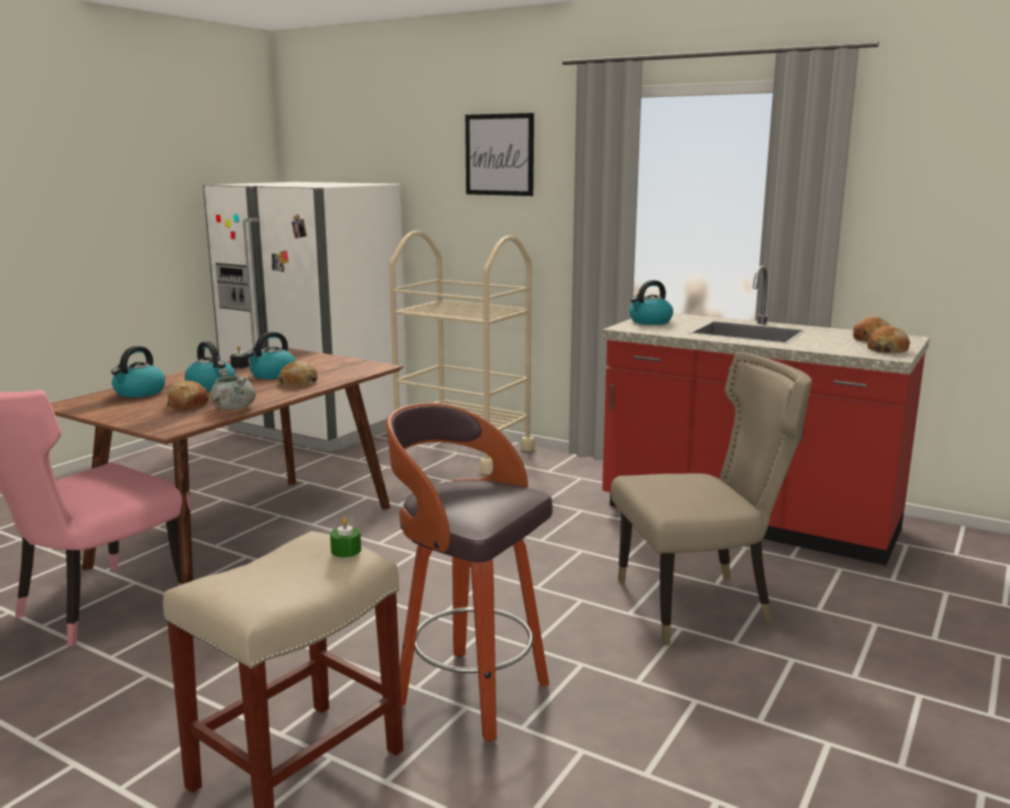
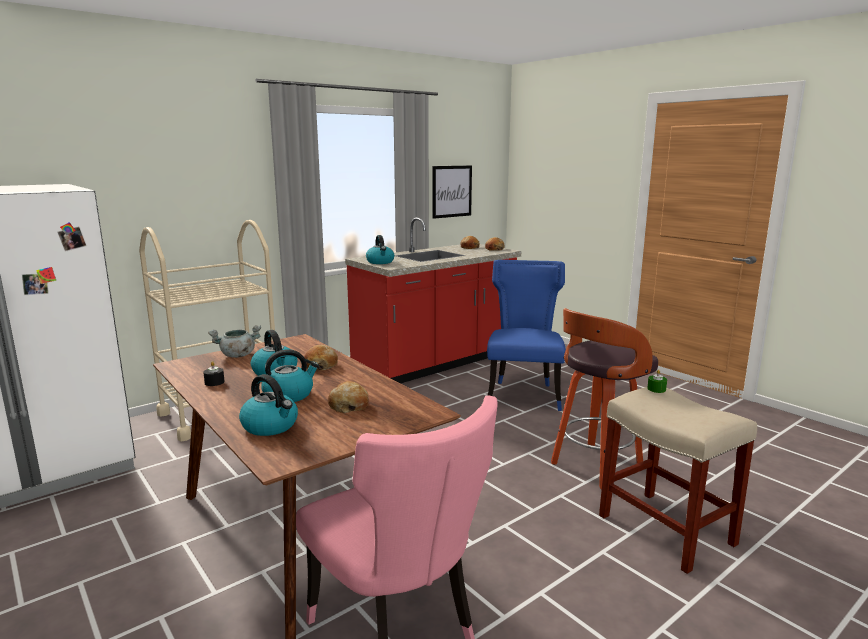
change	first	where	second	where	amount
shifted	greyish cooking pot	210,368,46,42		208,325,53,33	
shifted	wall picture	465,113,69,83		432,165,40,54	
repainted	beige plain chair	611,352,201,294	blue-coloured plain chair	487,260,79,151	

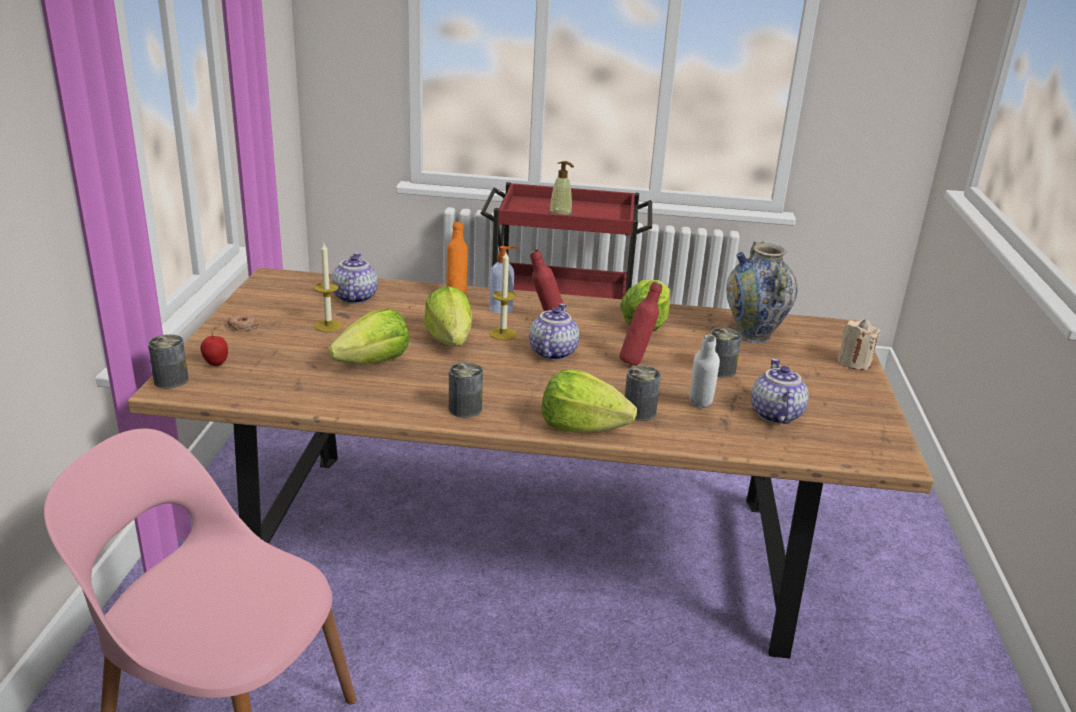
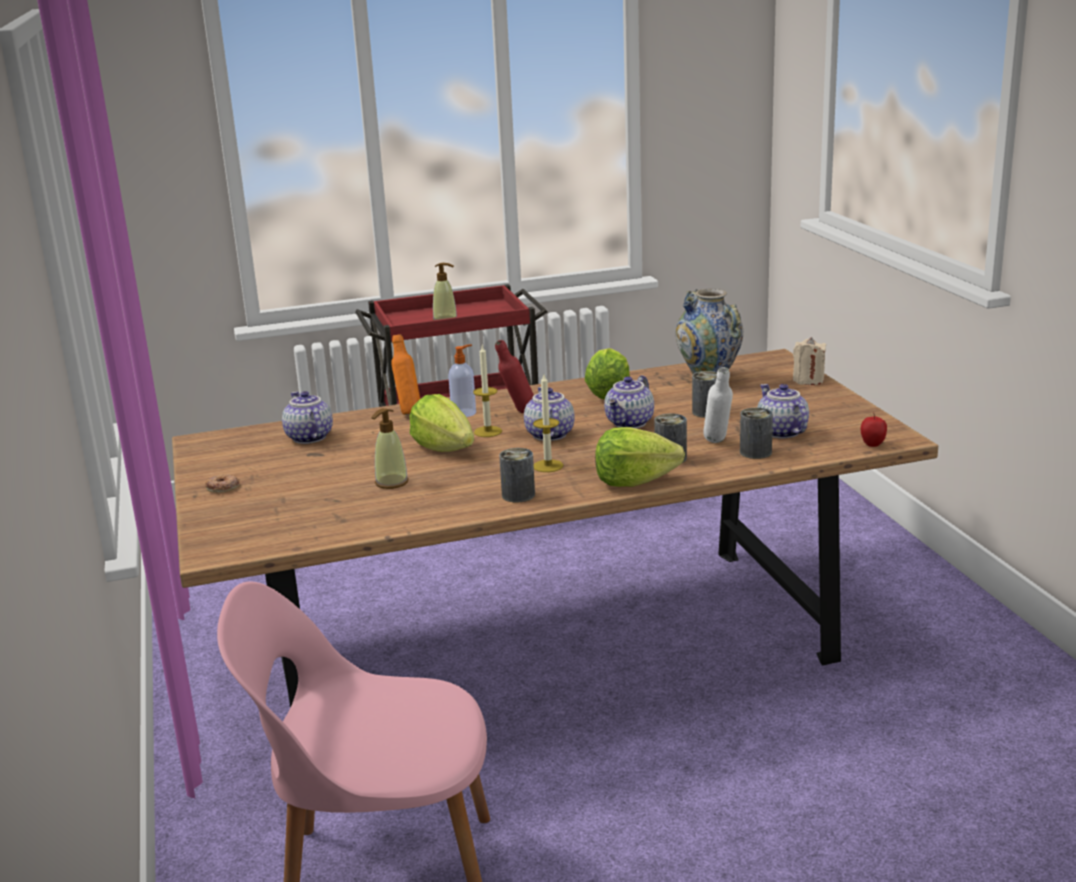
change	first	where	second	where	amount
shifted	metal can	148,334,40,55		740,408,33,51	
shifted	whole apple	200,332,28,34		861,412,26,35	
shifted	wax candle	314,243,29,89		533,374,30,98	
swapped	lettuce	328,309,81,55	soap dispenser	371,408,38,81	
swapped	reddish beverage bottle	619,282,43,84	pot for tea	604,375,50,53	

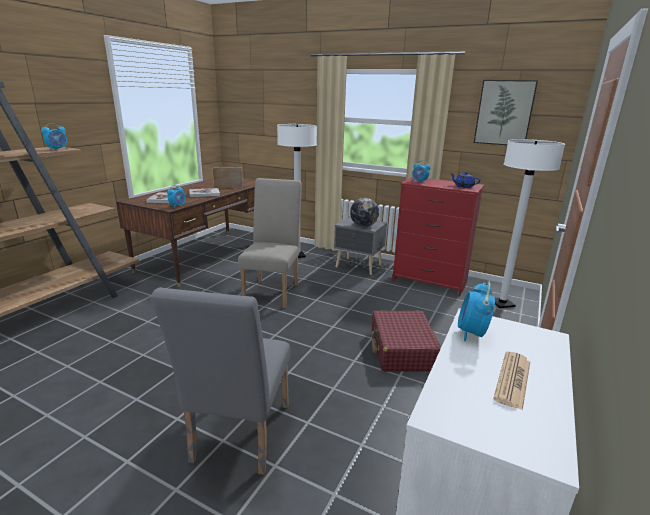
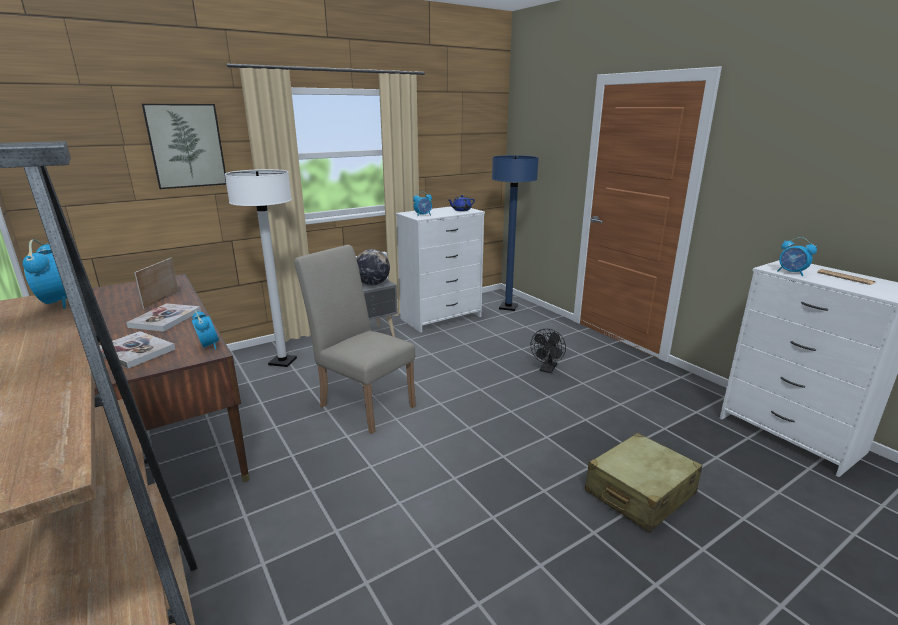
change	first	where	second	where	amount
shifted	wall picture	474,80,64,65		142,104,84,85	
swapped	greyish plain chair	151,287,139,188	beige travel case	585,433,117,99	
swapped	reddish travel case	372,310,69,62	black fan	531,329,35,44	
repainted	reddish dresser	392,177,92,119	whitish dresser	396,207,89,126	
repainted	whitish standing lamp	495,139,70,169	blue-coloured standing lamp	492,155,47,156	

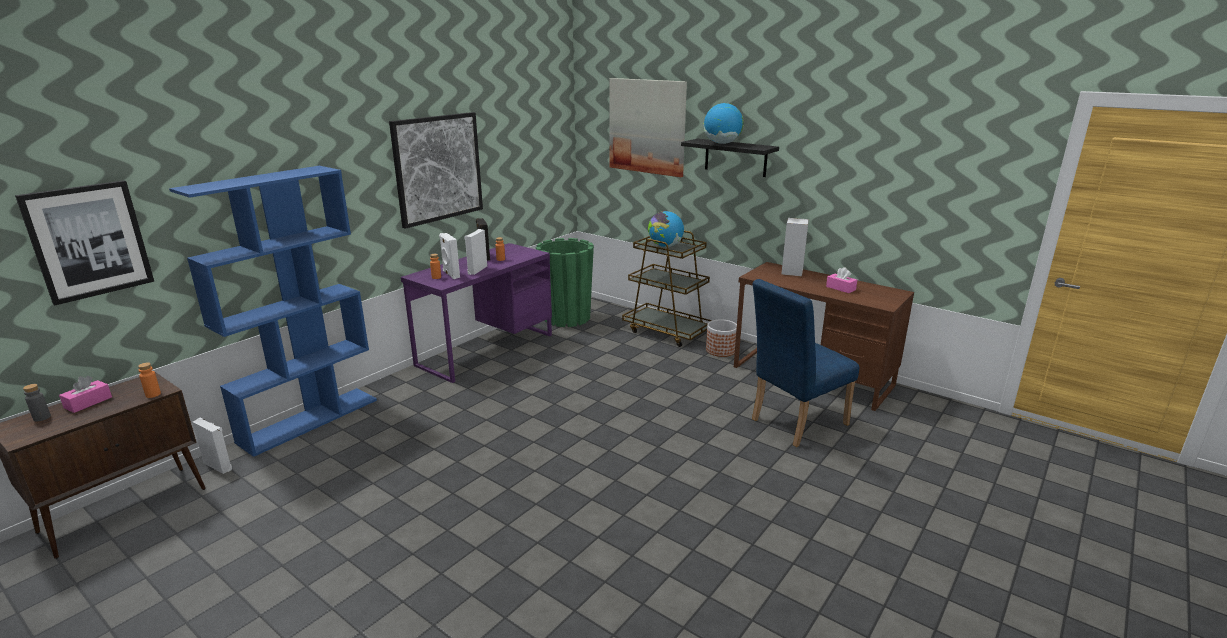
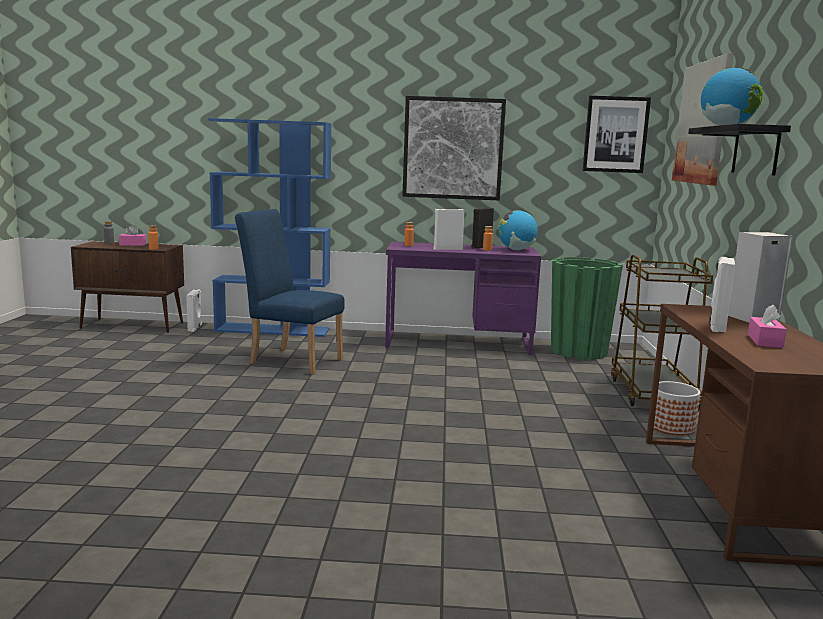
change	first	where	second	where	amount
shifted	wall picture	15,180,139,125		582,96,69,77	
shifted	whitish audio speaker	439,233,21,46		709,257,26,76	
shifted	desk globe	648,211,36,36		498,210,40,40	
shifted	blue-coloured plain chair	752,279,108,168		235,209,110,166	

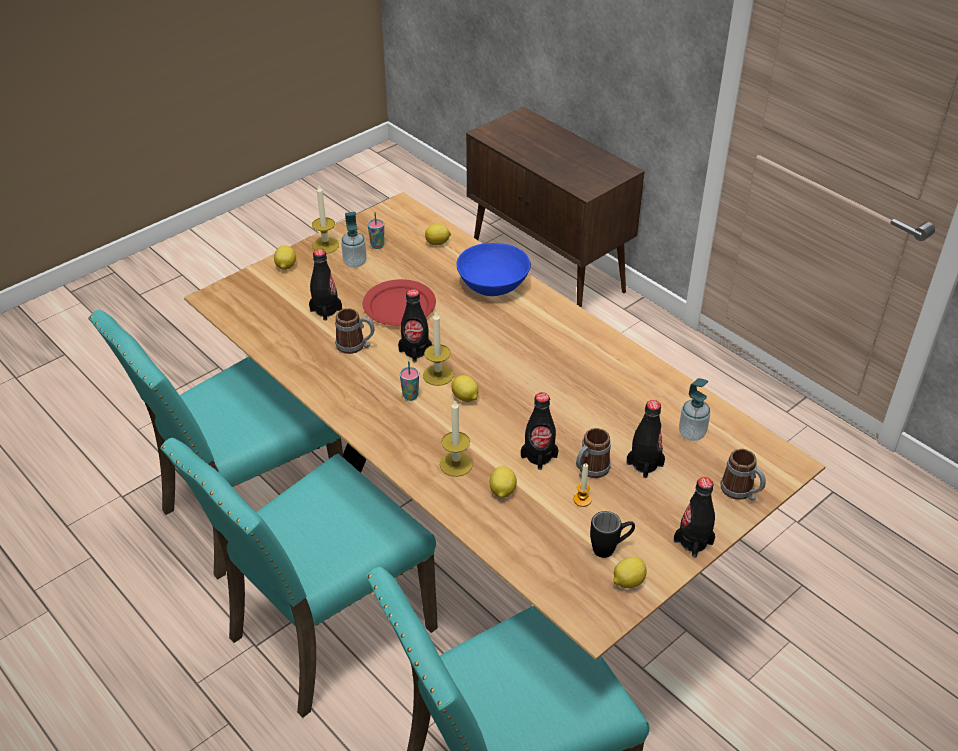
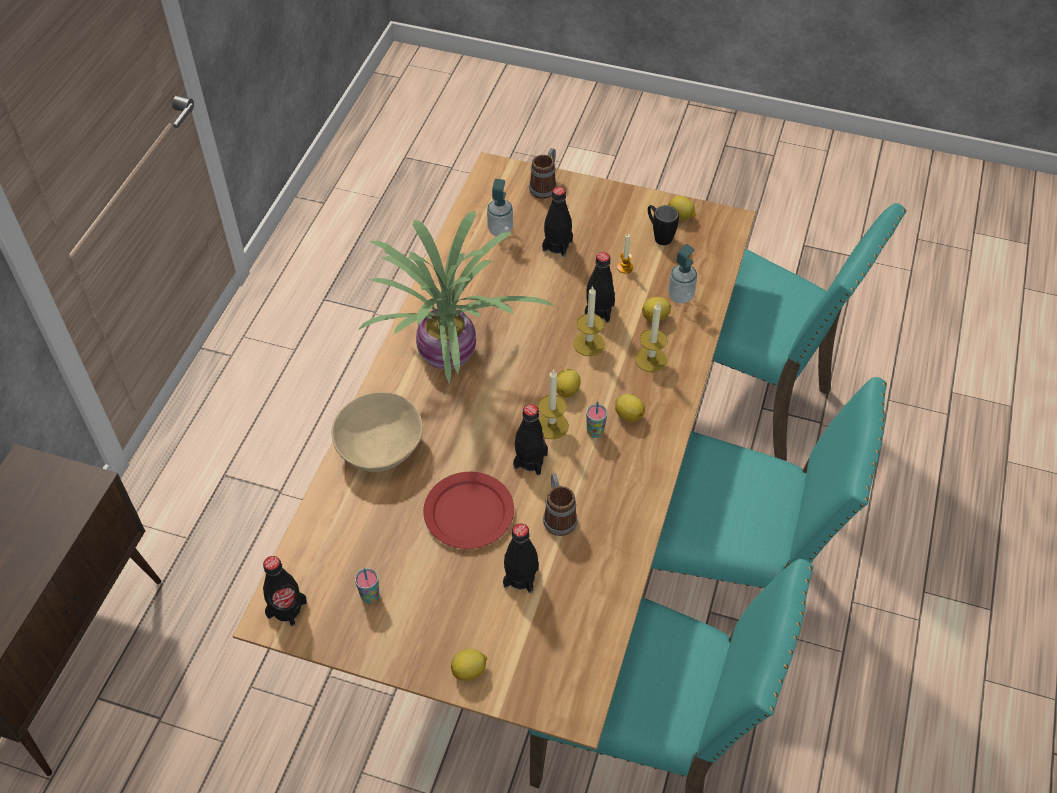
change	first	where	second	where	amount
gone	coffee mug	576,428,35,50			
new			houseplant	358,210,198,175	
shifted	wax candle	312,185,27,69		573,286,32,70	
shifted	soap dispenser	341,212,26,56		668,244,30,60	
shifted	citrus fruit	425,224,26,21		615,394,30,28	
shifted	black beverage bottle	674,477,41,81		263,556,44,71	
repainted	blue-coloured serving bowl	456,243,75,53	beige serving bowl	332,392,91,80	

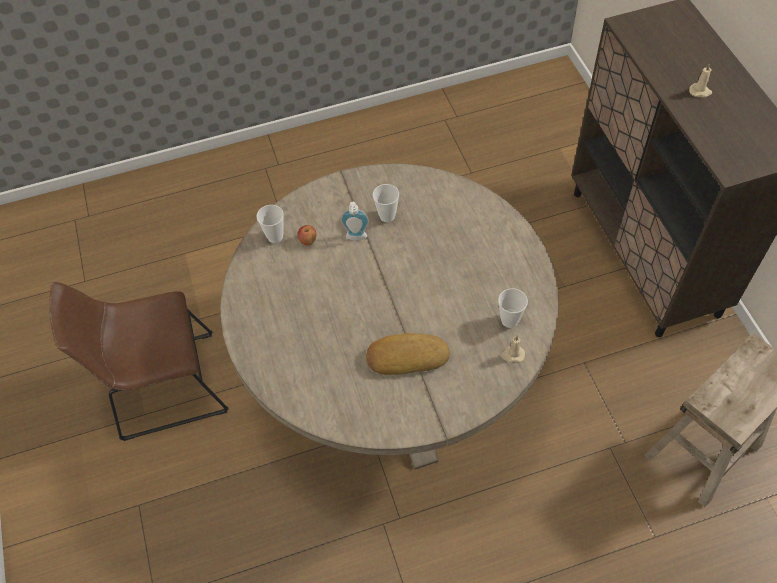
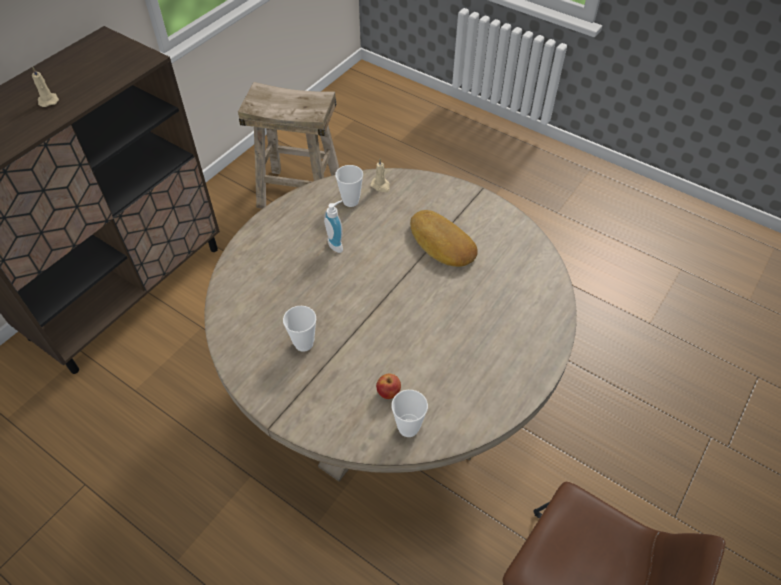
change	first	where	second	where	amount
shifted	soap dispenser	341,202,28,39		324,200,19,53	

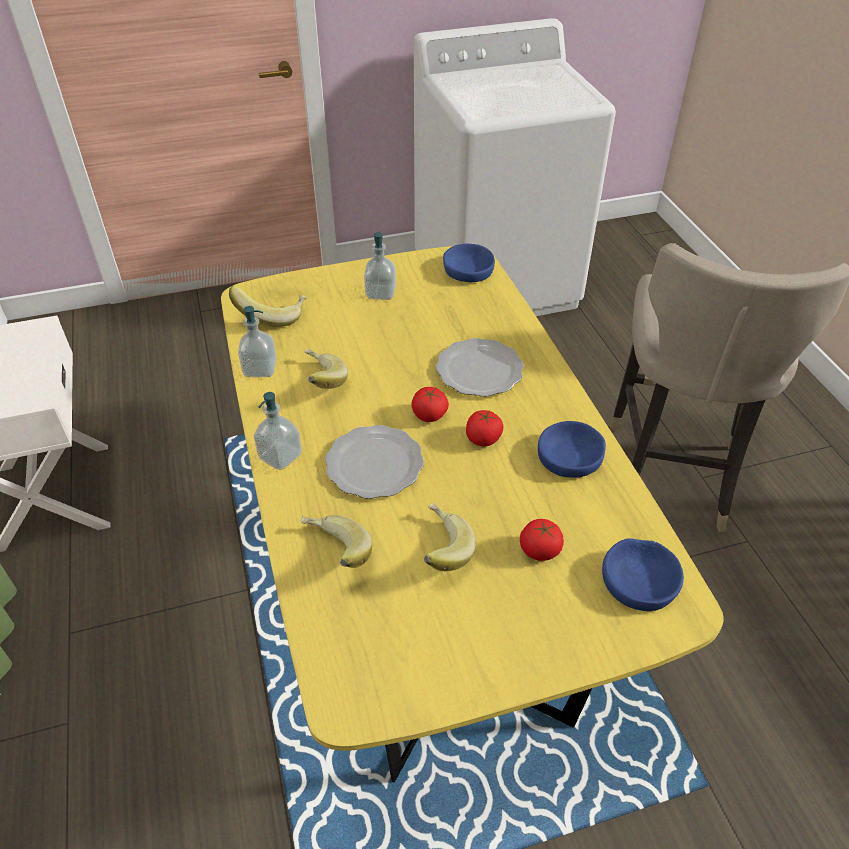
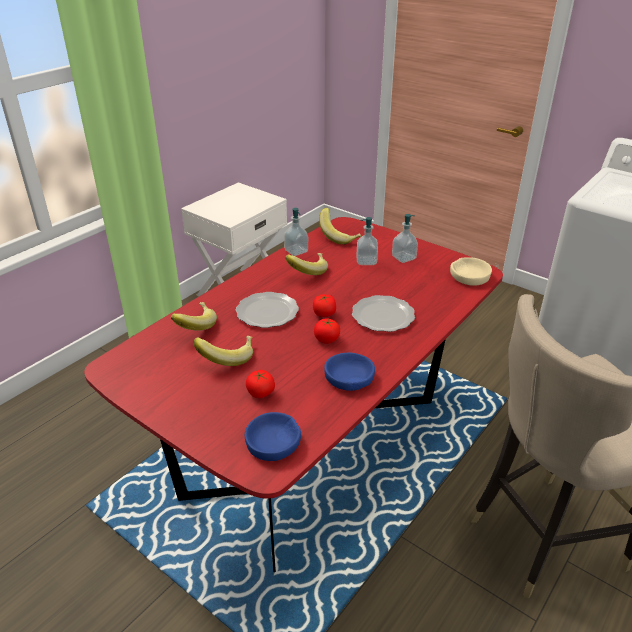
change	first	where	second	where	amount
shifted	soap dispenser	254,392,48,78		357,217,21,48	
repainted	yellow-coloured dinner table	221,246,503,536	reddish dinner table	84,217,419,355	
repainted	blue-coloured serving bowl	443,244,52,38	beige serving bowl	450,257,42,29	

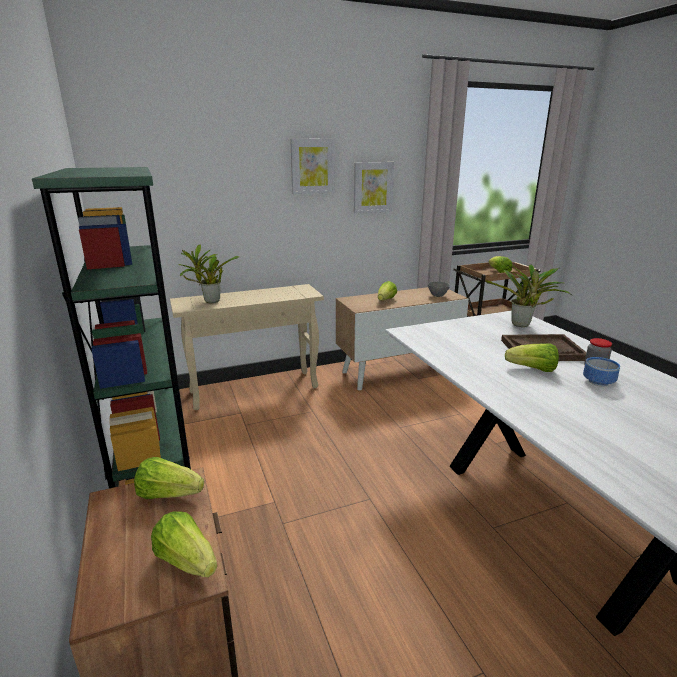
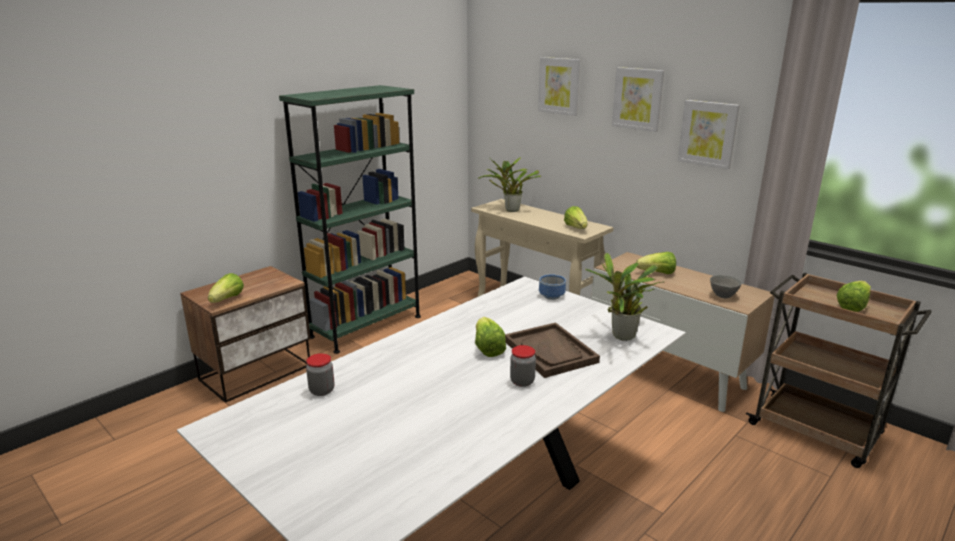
change	first	where	second	where	amount
new			preserve jar	306,353,28,43	
new			wall picture	538,57,42,59	
shifted	lettuce	134,457,70,42		564,206,24,23	
shifted	serving bowl	583,357,37,30		539,274,27,26	

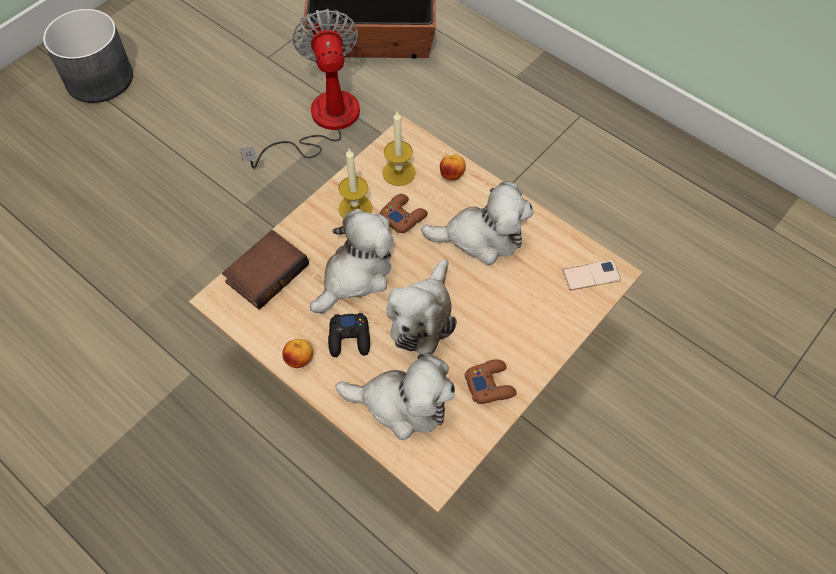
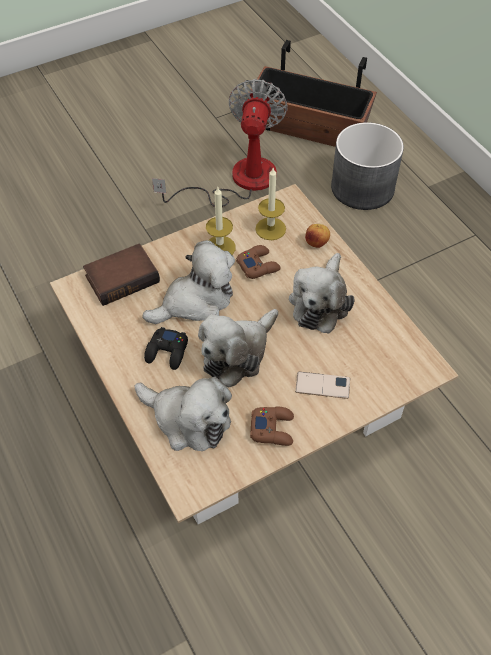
change	first	where	second	where	amount
gone	whole apple	282,339,31,29			
shifted	greyish plant pot	43,9,90,94		331,122,73,88	
shifted	telephone	562,260,59,30		295,371,55,28	
rotated	cuddly toy	421,181,112,84		289,253,66,81	90 degrees clockwise

